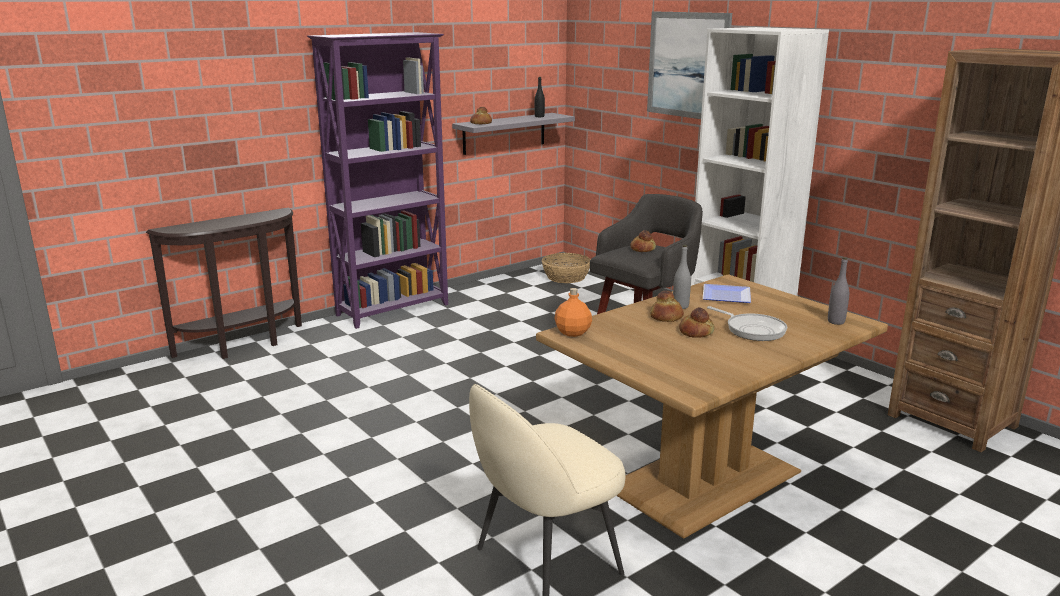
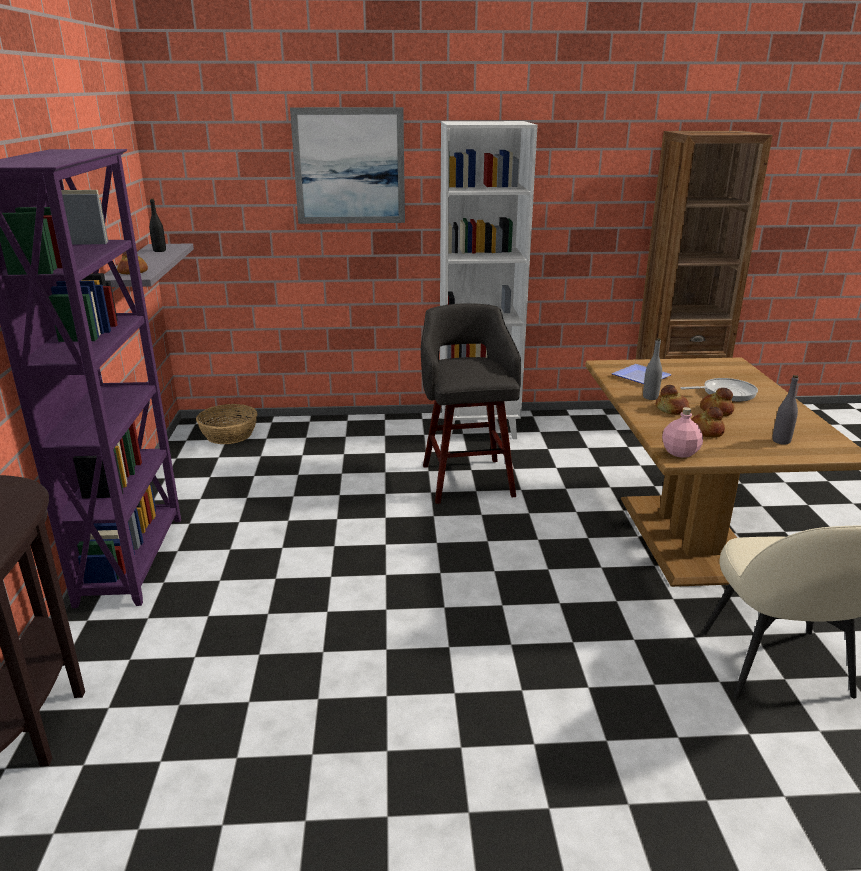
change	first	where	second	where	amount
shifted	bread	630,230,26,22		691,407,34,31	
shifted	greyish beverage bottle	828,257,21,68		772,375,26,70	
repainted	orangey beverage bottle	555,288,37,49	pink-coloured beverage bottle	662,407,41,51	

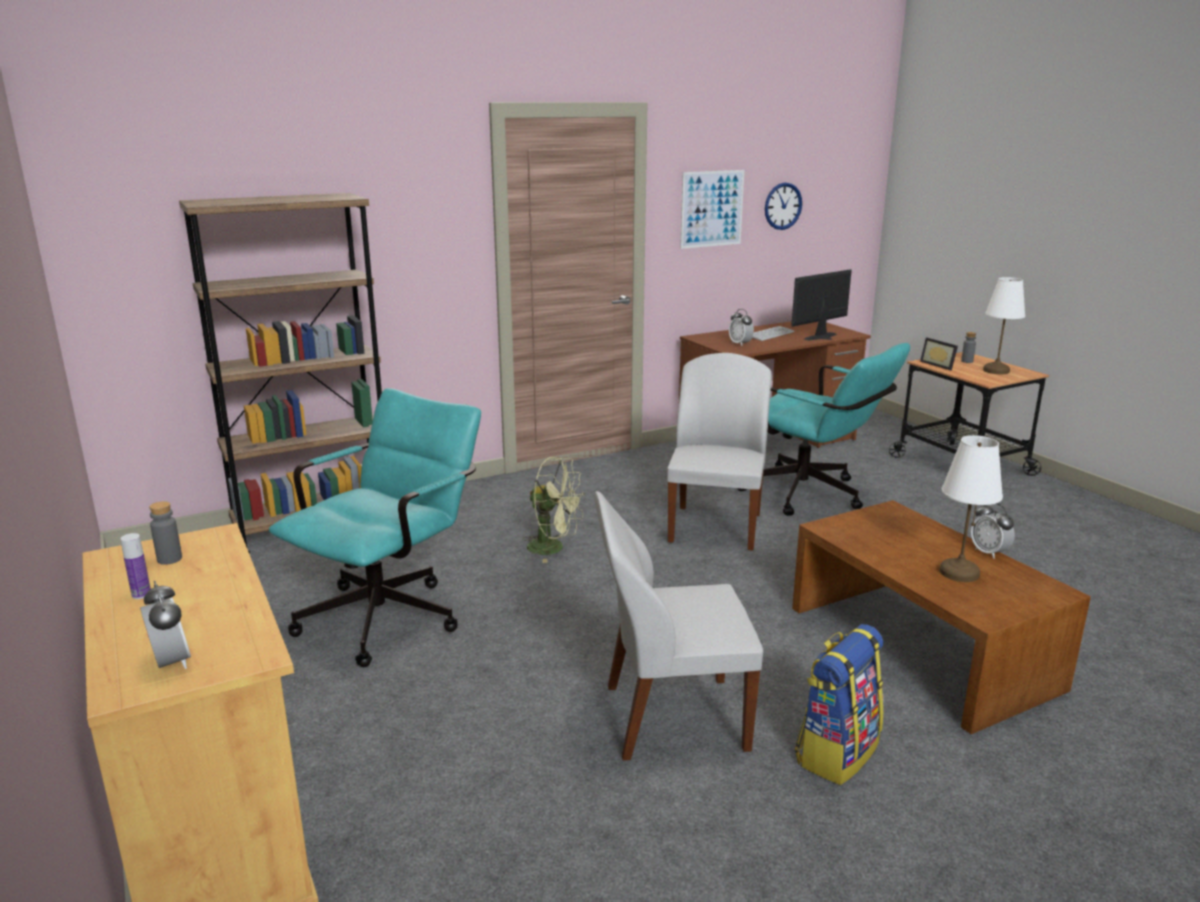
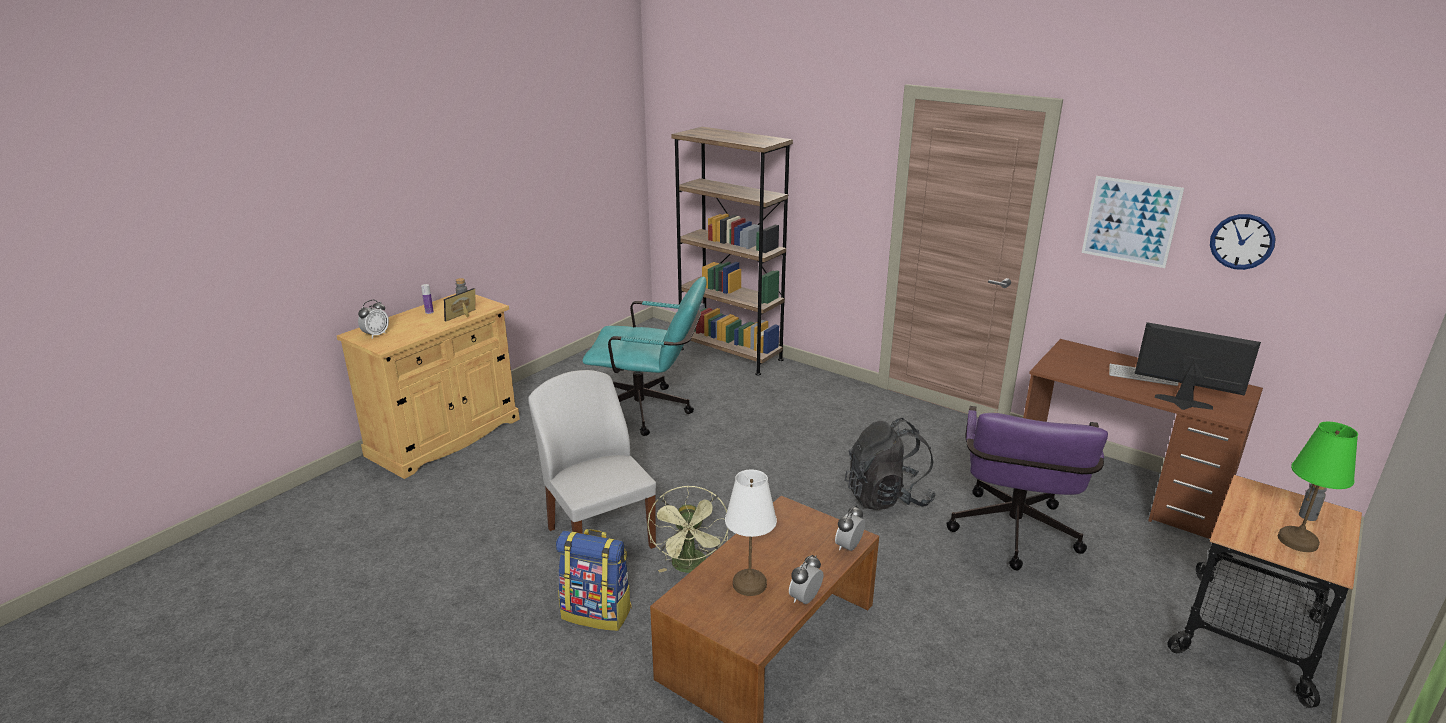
change	first	where	second	where	amount
shifted	green-coloured fan	523,457,62,106		647,486,81,87	
shifted	bedside clock	729,309,25,37		835,505,30,46	
shifted	picture frame	920,338,38,33		444,288,31,33	
swapped	whitish plain chair	667,353,105,198	black knapsack	845,418,91,92	
repainted	turquoise office chair	737,343,173,173	purple office chair	947,406,161,164	
repainted	whitish tabletop lamp	983,277,42,97	green-coloured tabletop lamp	1278,422,80,130	

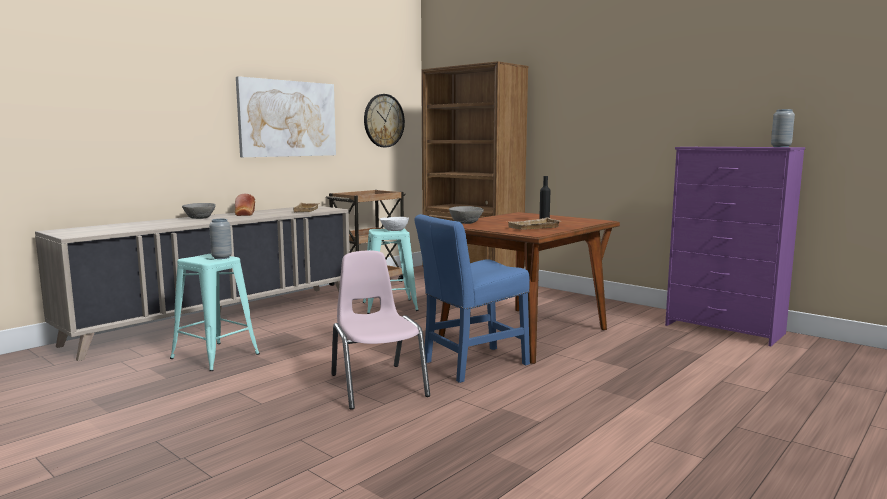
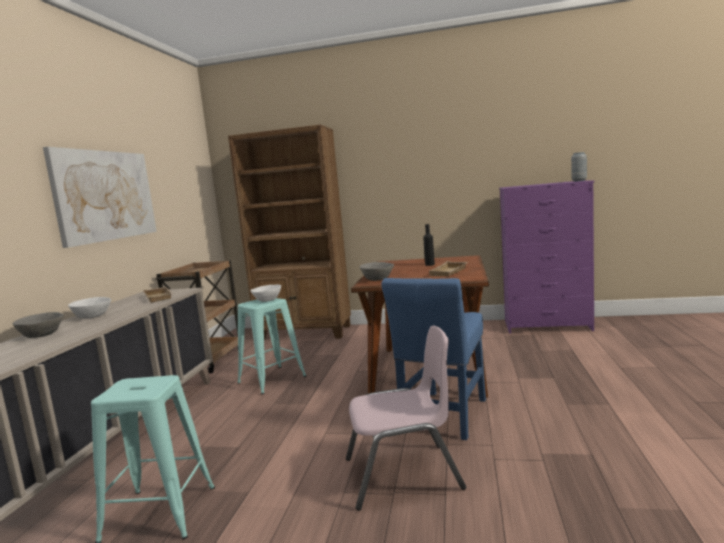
change	first	where	second	where	amount
gone	greyish decorative vase	209,219,23,40			
gone	hanging clock	364,94,41,53			
swapped	bread	235,194,20,22	whitish serving bowl	68,297,43,22	
rotated	pink-coloured plain chair	331,250,99,160		346,326,120,185	135 degrees clockwise

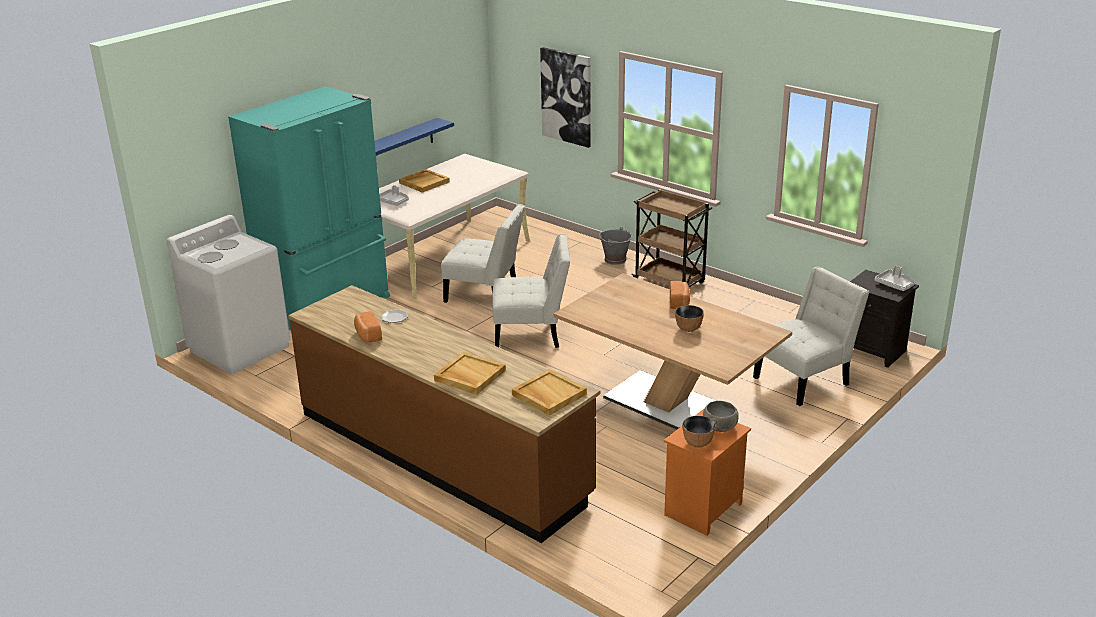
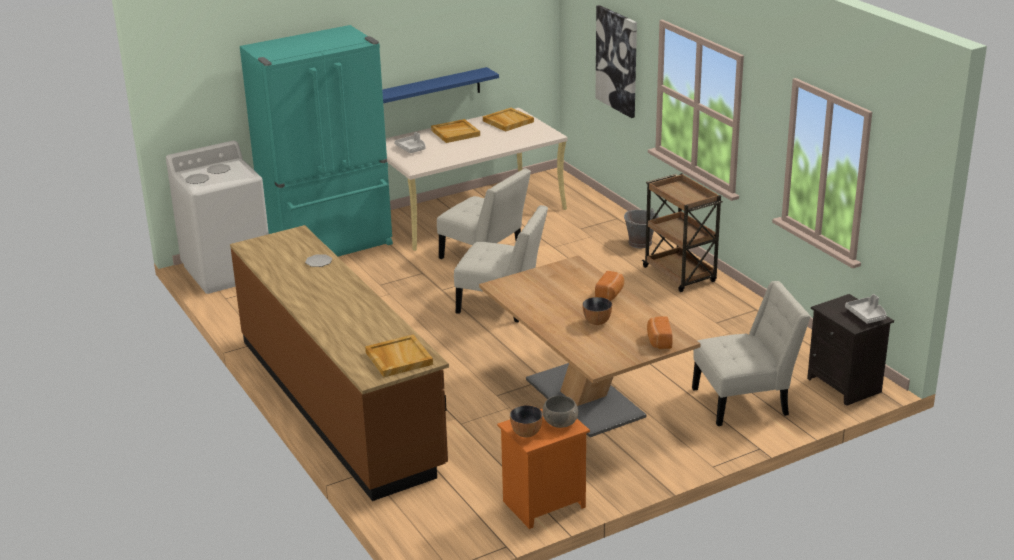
change	first	where	second	where	amount
shifted	bread	354,311,28,31		647,316,26,33	
shifted	beige carrying tray	434,352,72,43		483,108,51,24	

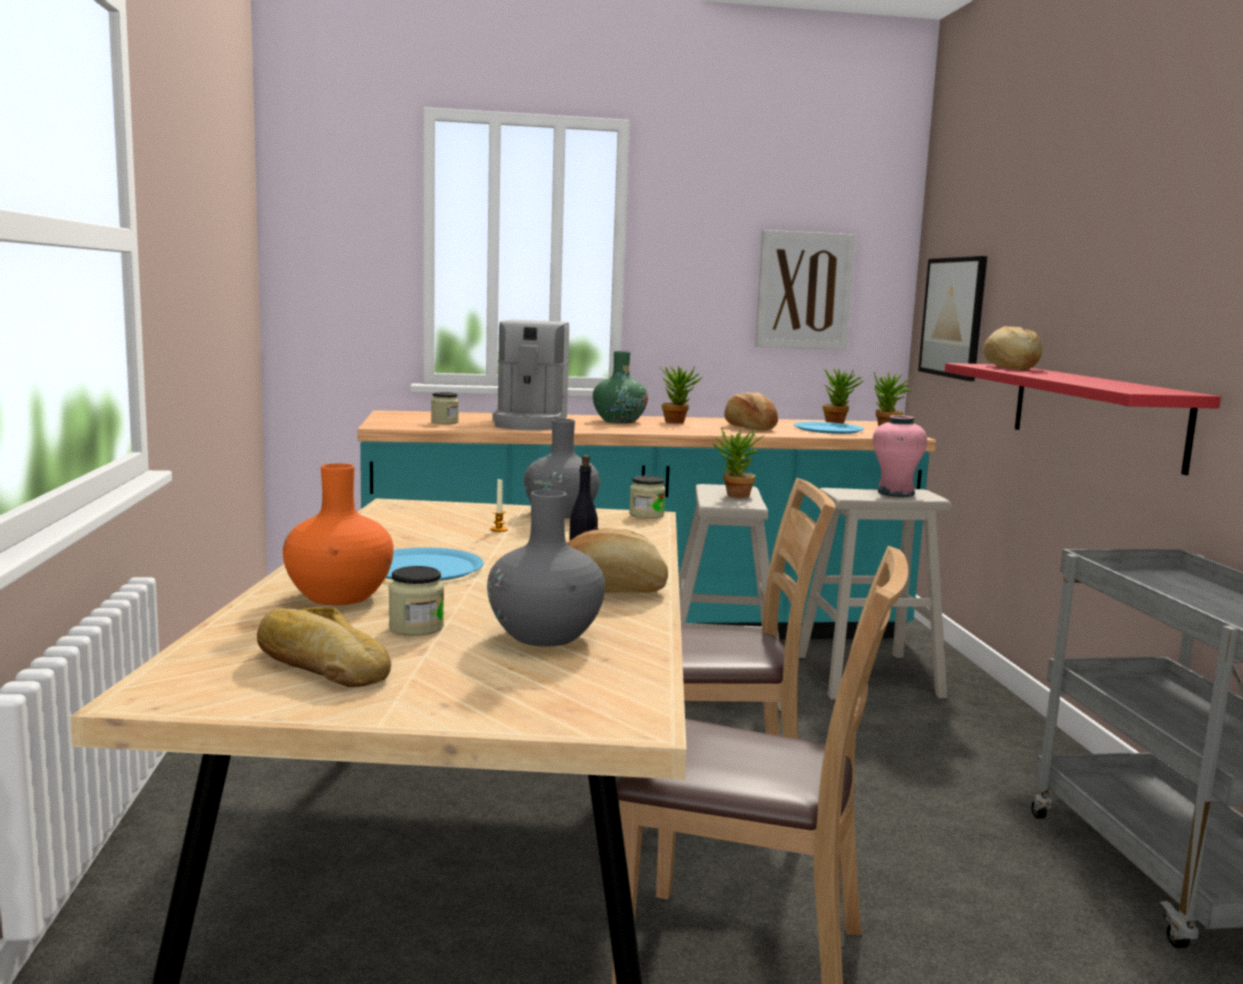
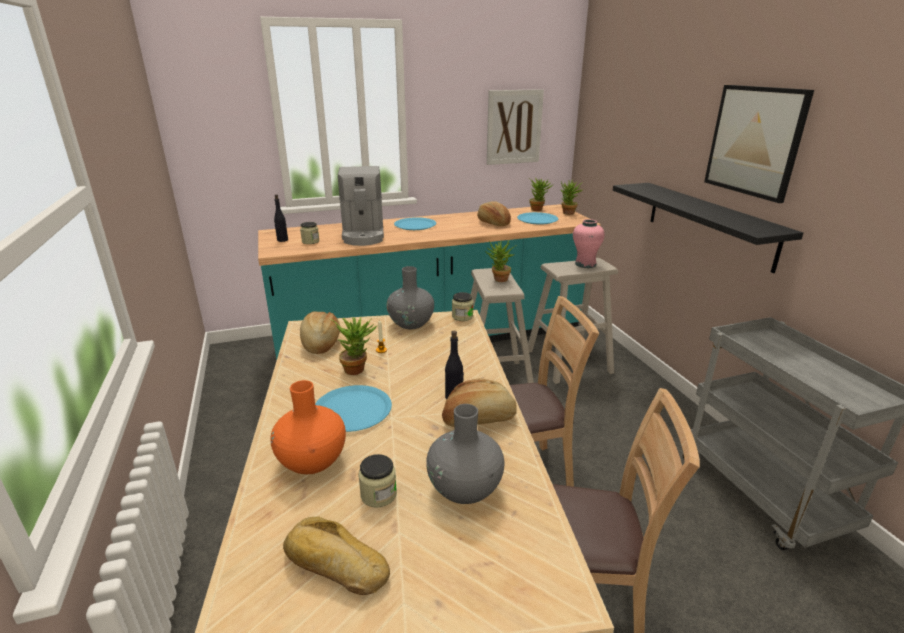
change	first	where	second	where	amount
new			black beverage bottle	274,194,14,48	
shifted	houseplant	659,366,43,57		331,317,47,58	
shifted	wall picture	918,256,69,125		704,85,110,118	
shifted	bread	983,326,59,44		300,311,40,43	
swapped	green-coloured decorative vase	593,351,55,72	blue-coloured dinner plate	394,217,42,13	
repainted	reddish wall shelf	945,363,276,112	black wall shelf	613,183,190,90	

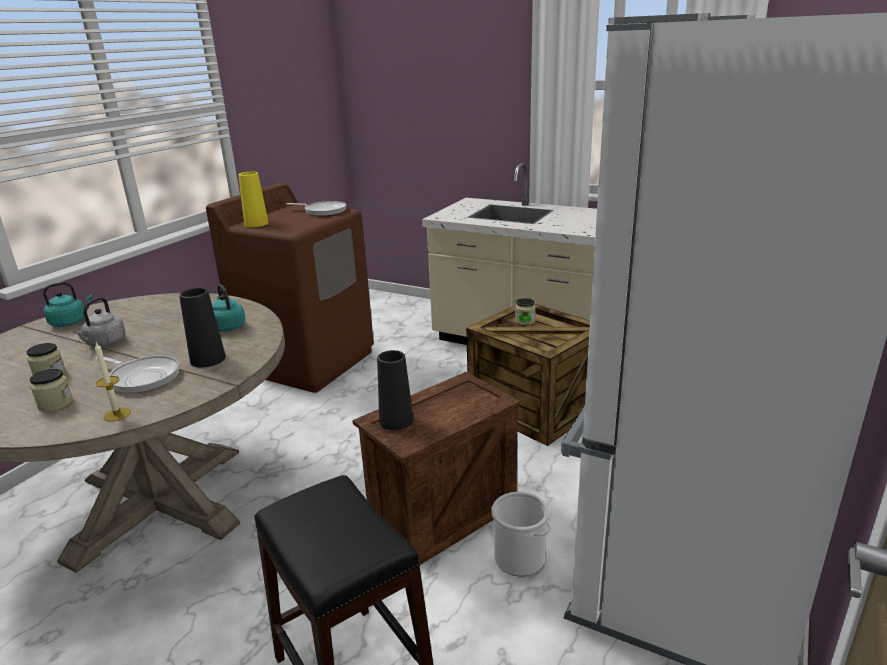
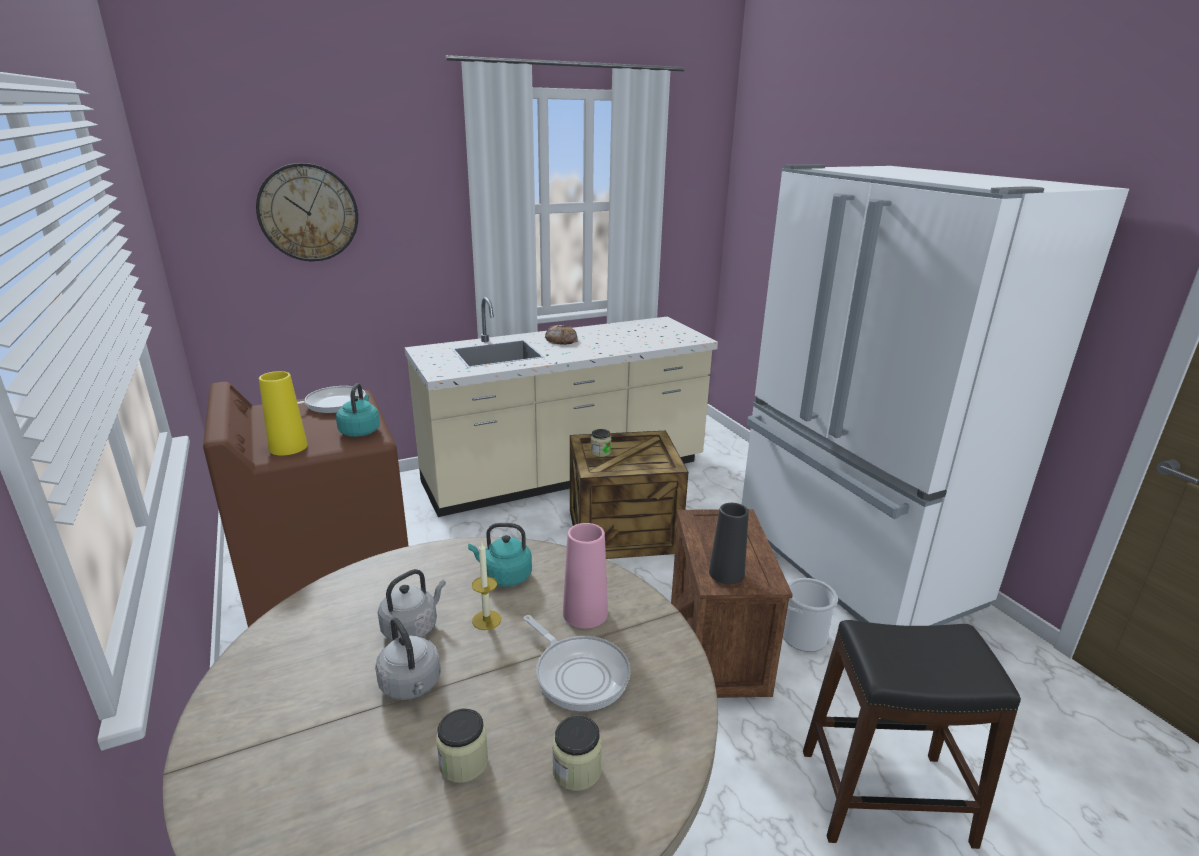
change	first	where	second	where	amount
new			hanging clock	256,163,102,98	
new			greyish kettle	378,569,68,72	
new			bread	545,325,32,20	
shifted	turquoise kettle	43,282,50,45		336,383,44,54	
shifted	wax candle	95,343,36,79		472,543,29,87	
repainted	black decorative vase	179,288,47,79	pink-coloured decorative vase	563,523,45,105	
rotated	pan	96,356,83,37		523,615,108,96	75 degrees clockwise

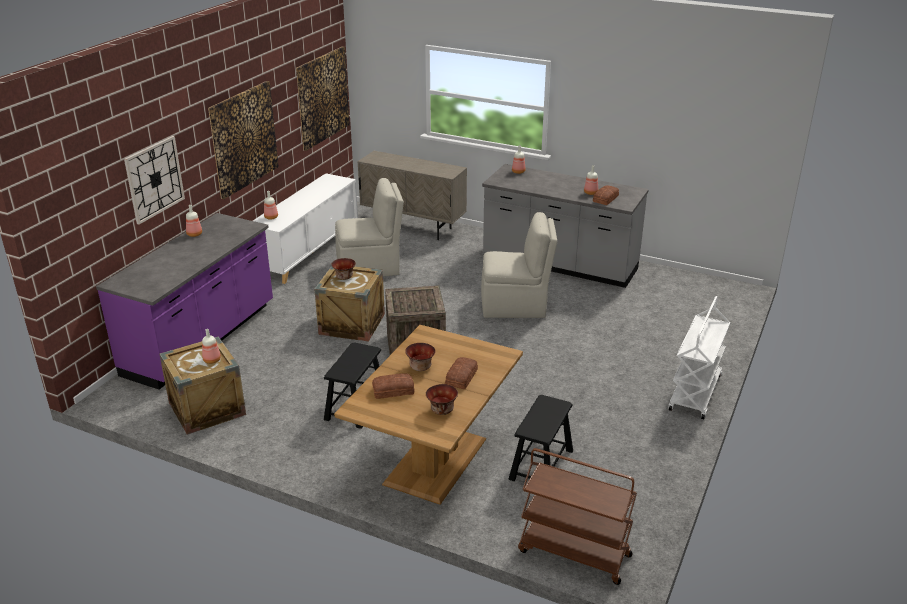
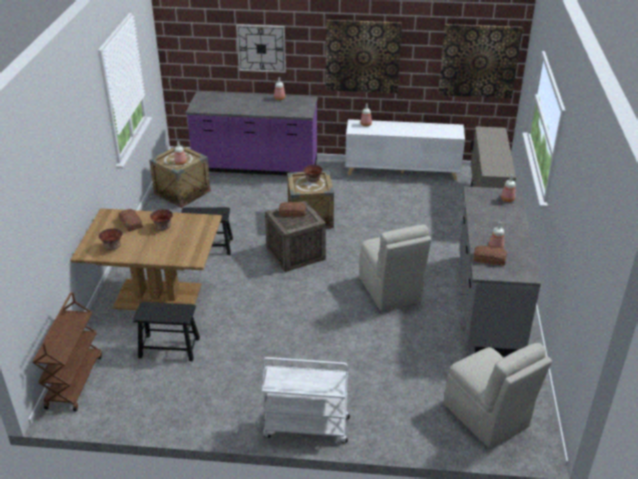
change	first	where	second	where	amount
shifted	beige plain chair	335,178,69,99		444,343,108,106	
shifted	bread	445,357,33,32		279,202,27,15	

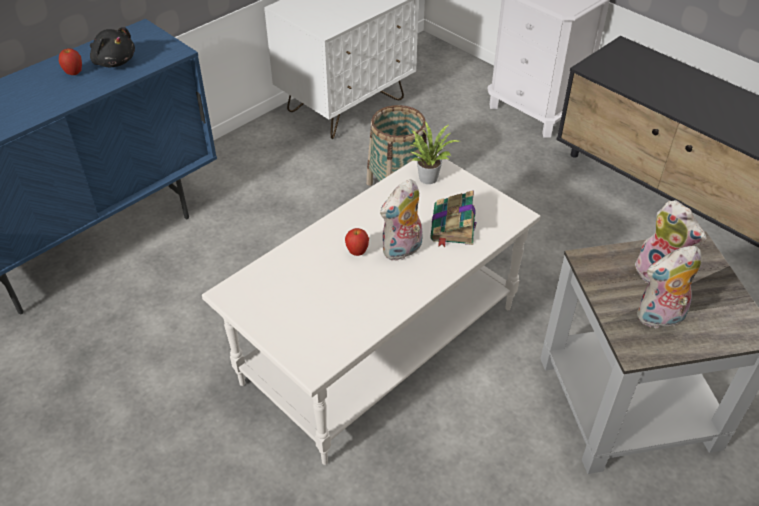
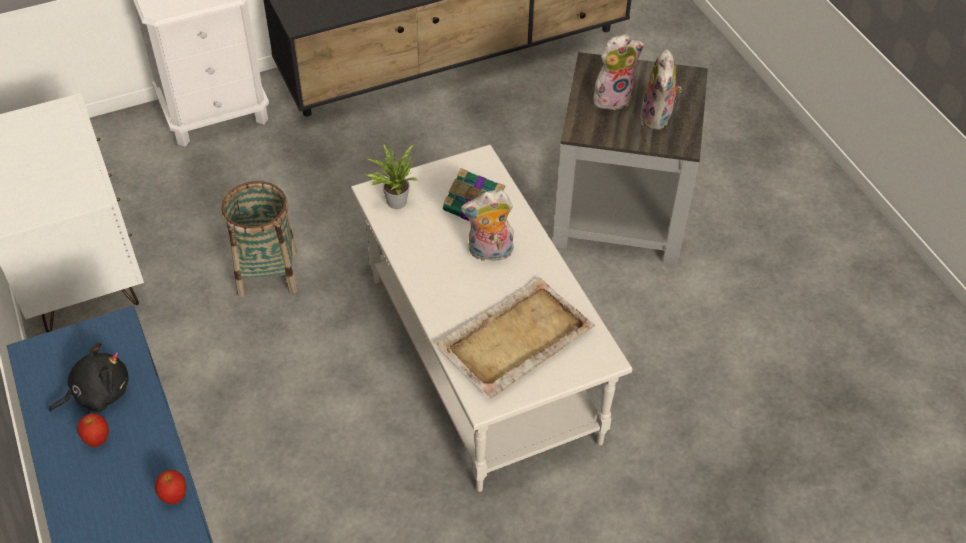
change	first	where	second	where	amount
new			beige carrying tray	436,277,159,121	
shifted	whole apple	345,228,24,28		155,470,31,35	
rotated	cuddly toy	380,179,42,82		461,190,53,74	105 degrees clockwise

